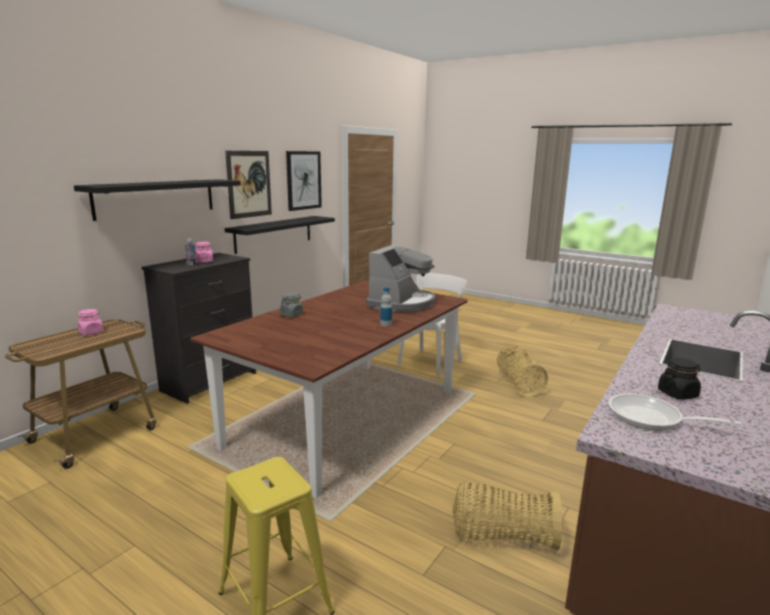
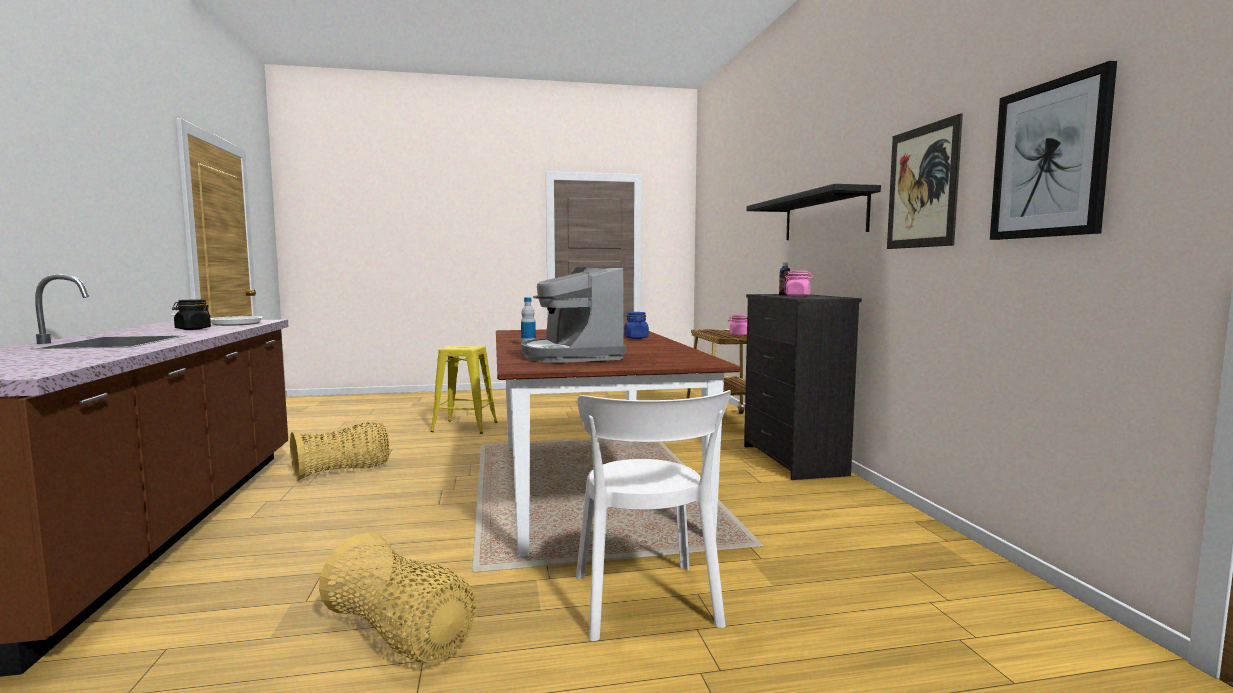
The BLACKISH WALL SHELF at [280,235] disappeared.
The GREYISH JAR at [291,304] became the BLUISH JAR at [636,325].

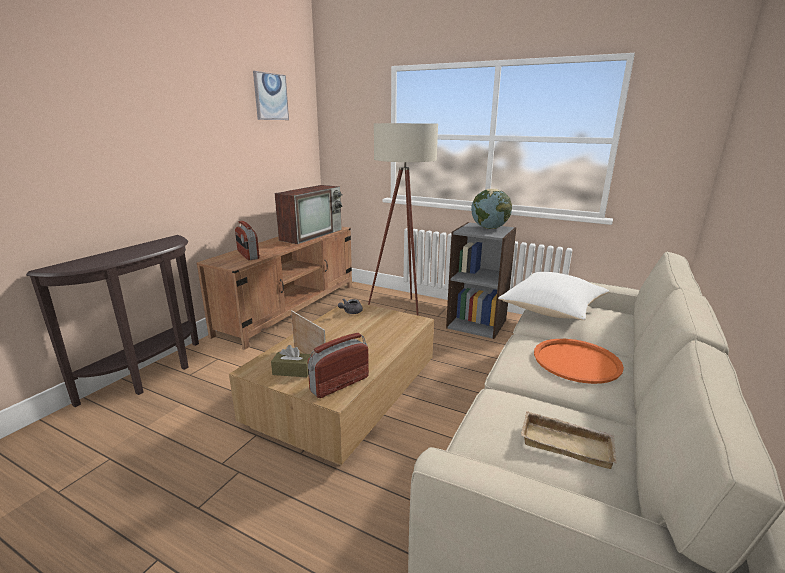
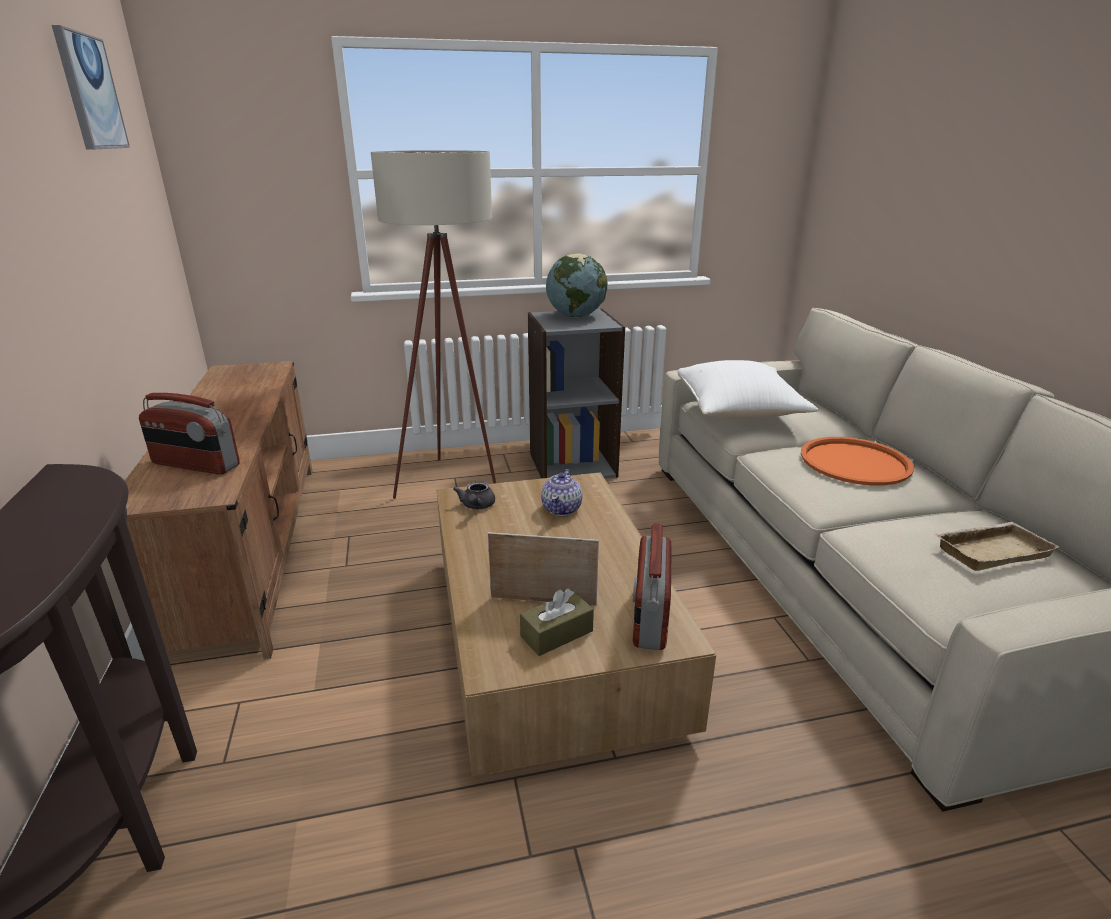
The TV SET at [309,214] disappeared.
The TEA POT at [562,492] appeared.

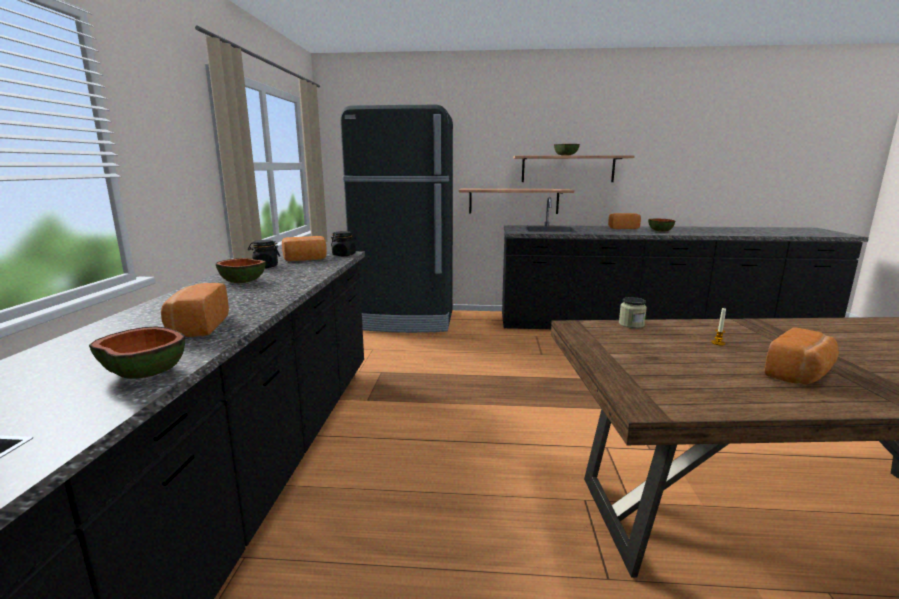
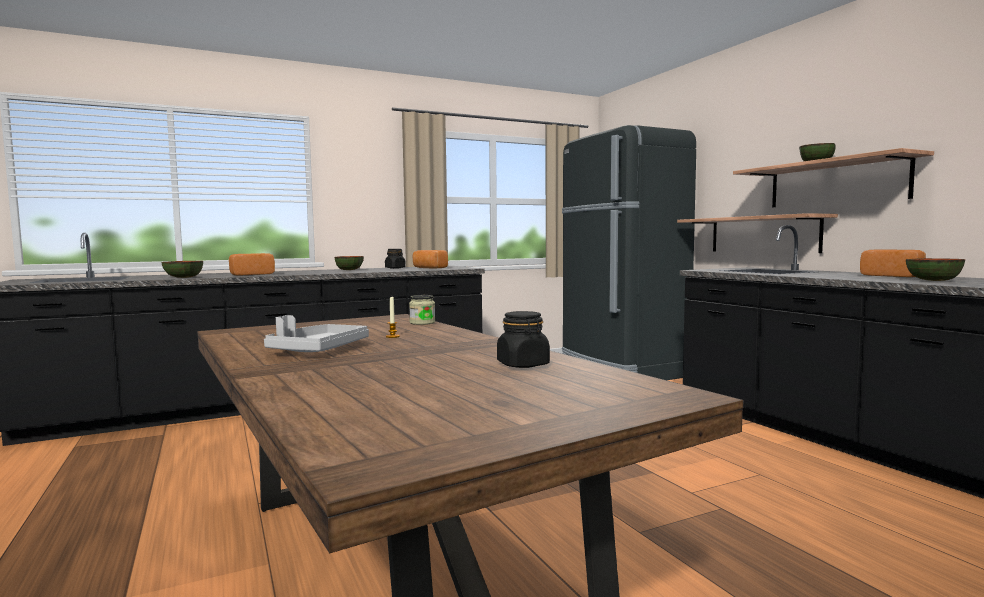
The BLACKISH JAR moved from [343,243] to [523,339].
The BREAD at [801,356] was replaced by the GREYISH CARRYING TRAY at [316,333].

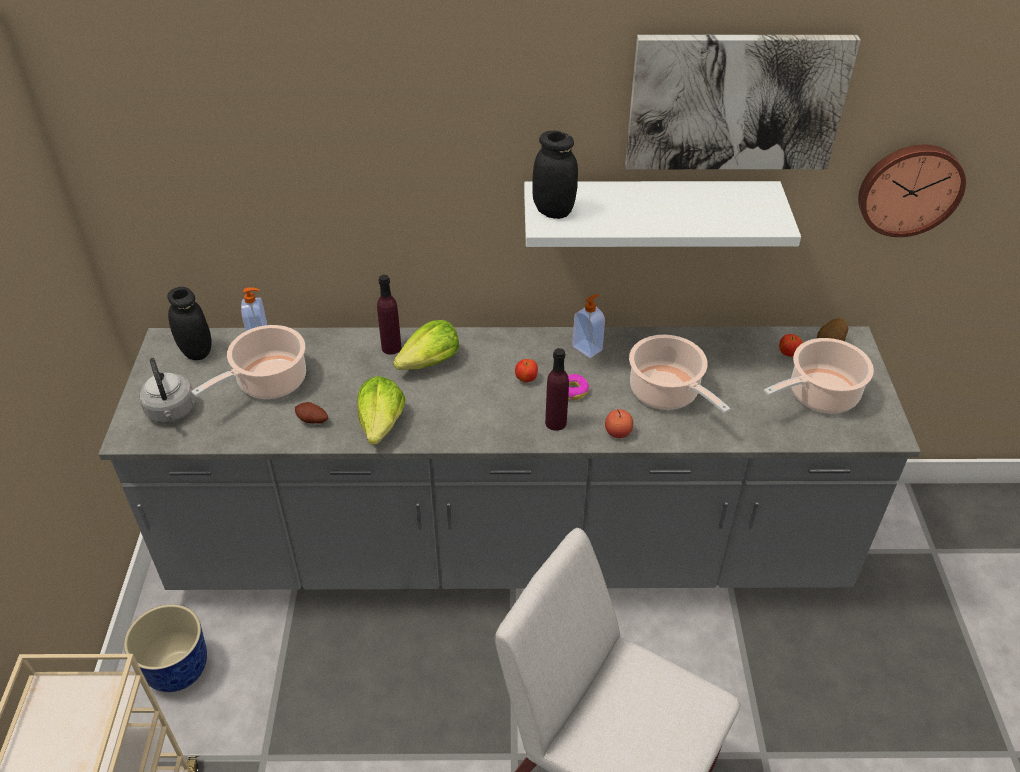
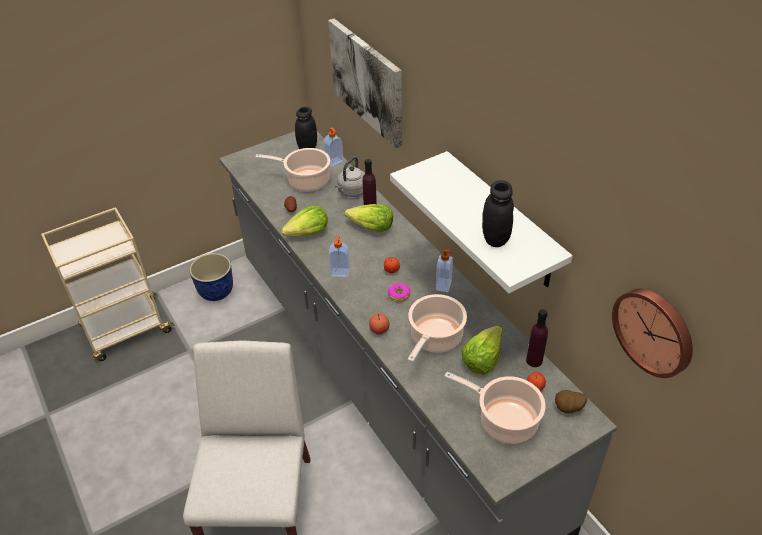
The WALL ART moved from [743,102] to [365,83].
The BLACKISH JAR moved from [555,175] to [498,213].
The PURPLE BOTTLE moved from [557,389] to [537,338].
The GREYISH TEA KETTLE moved from [167,390] to [350,177].
The SOAP BOTTLE at [339,257] appeared.
The LETTUCE HEAD at [482,350] appeared.

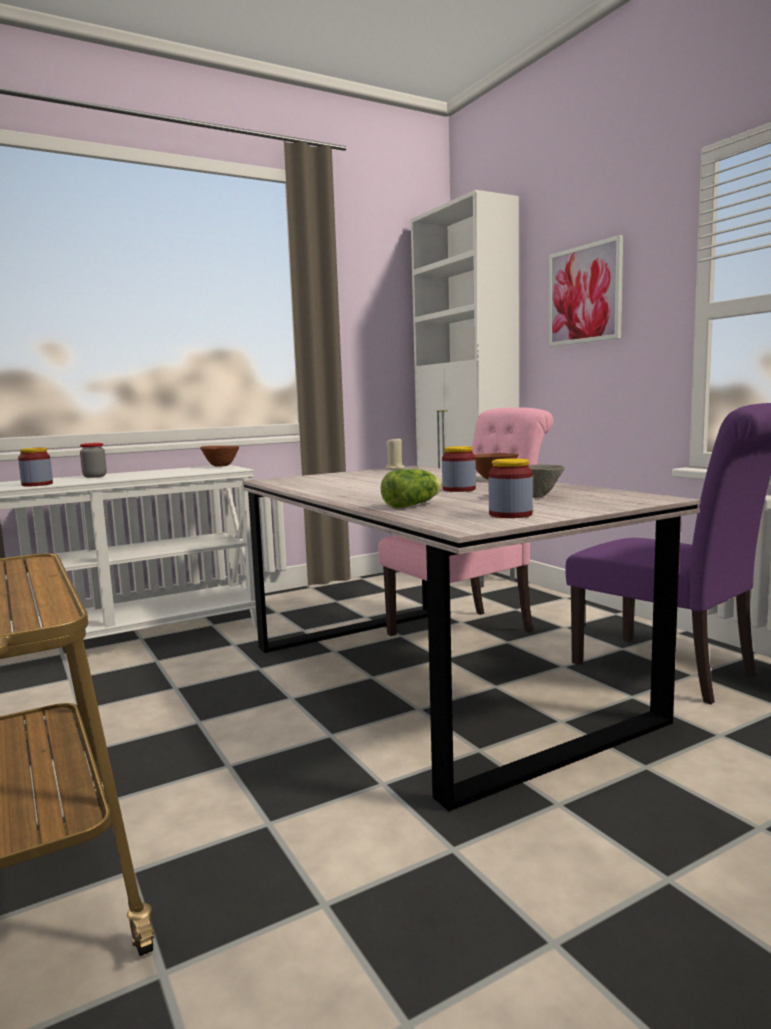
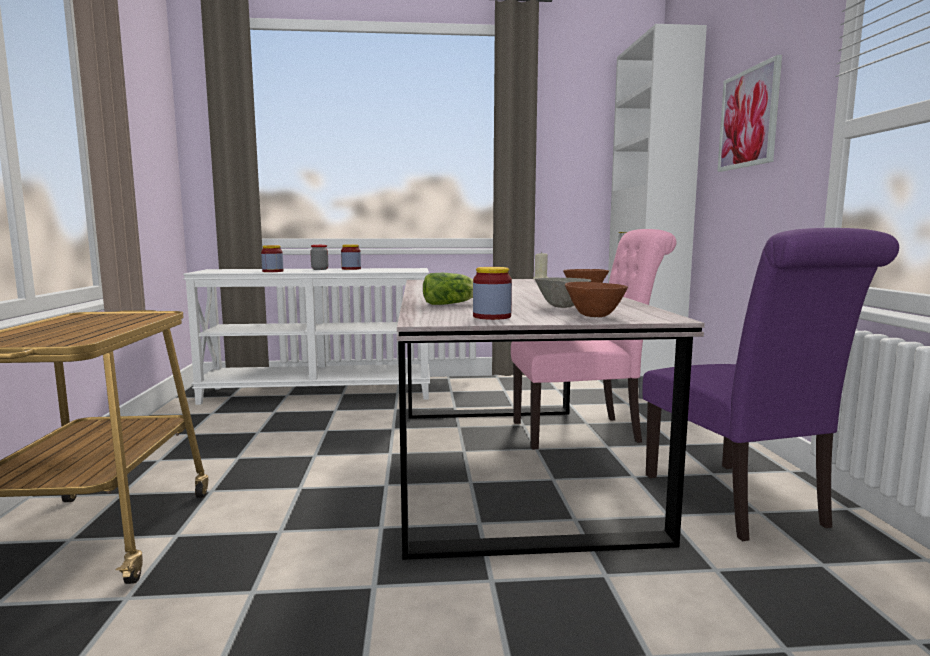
The BROWN-COLOURED DEEP DISH moved from [219,456] to [596,299].
The JAR moved from [459,469] to [351,257].

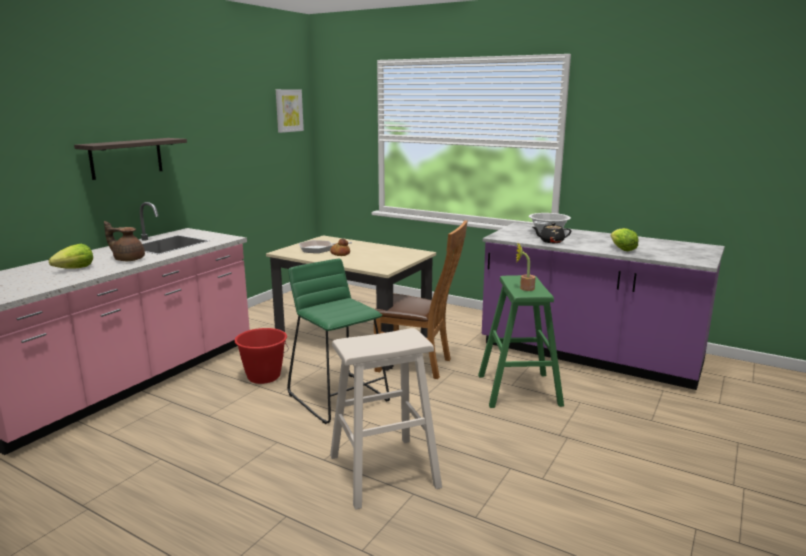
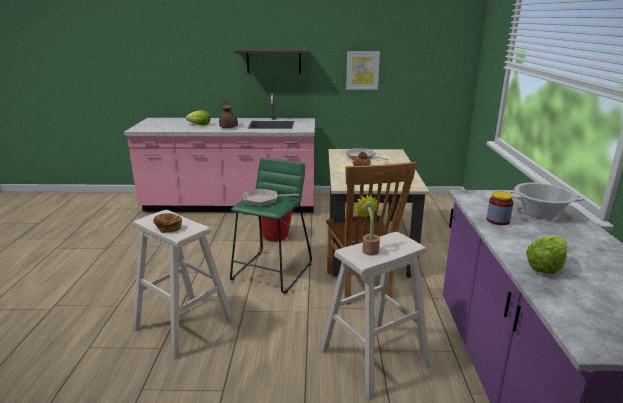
The WALL ART moved from [290,111] to [363,70].
The BLACKISH TEA POT at [552,233] was replaced by the JAR at [500,208].
The GREEN SITTING STOOL at [521,341] became the BEIGE SITTING STOOL at [375,316].
The PAN at [271,198] appeared.
The BREAD at [167,223] appeared.

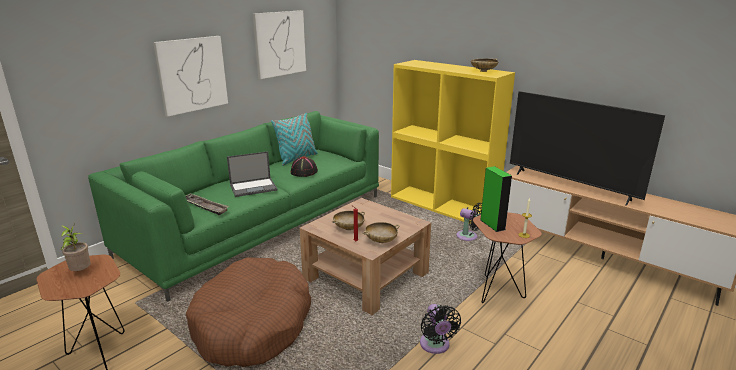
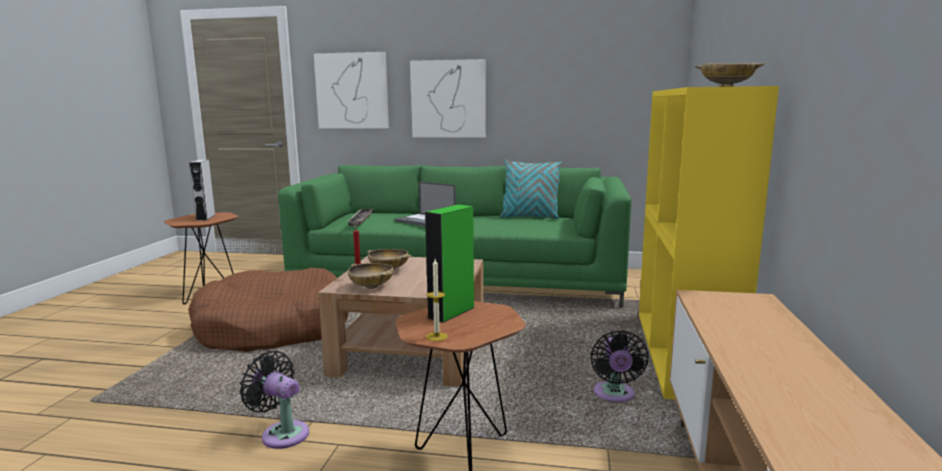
The WALL ART moved from [279,44] to [351,90].
The TV SET at [587,148] disappeared.
The BLACKISH HAT at [304,166] disappeared.
The POTTED PLANT at [76,247] was replaced by the GREYISH SPEAKER at [202,190].
The BLACKISH FAN at [440,329] turned 75 degrees clockwise.

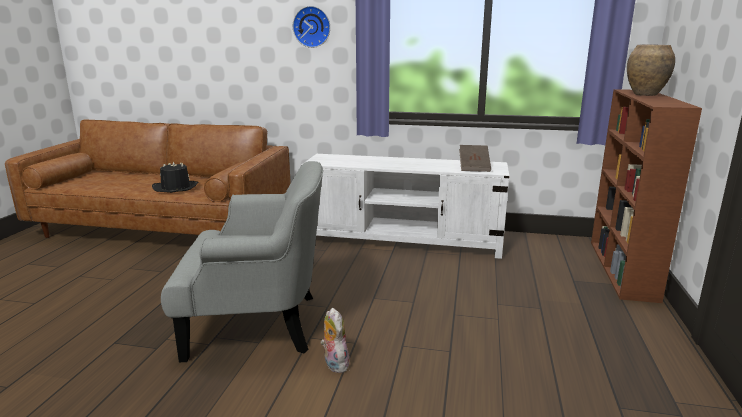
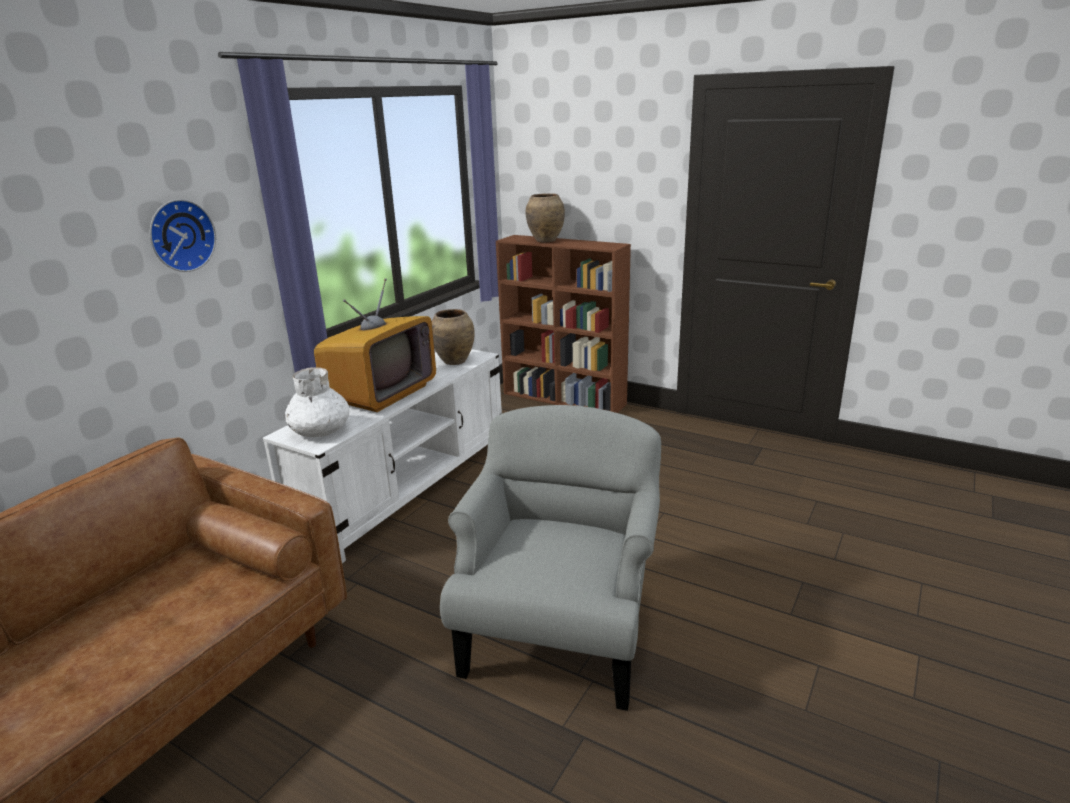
The BROWN-COLOURED BOUND BOOK at [475,158] was replaced by the BROWN-COLOURED FLOWER VASE at [453,337].
The BLACKISH HAT at [175,177] disappeared.
The SOFT TOY at [334,340] disappeared.
The TV SET at [375,345] appeared.
The WHITISH FLOWER VASE at [317,402] appeared.

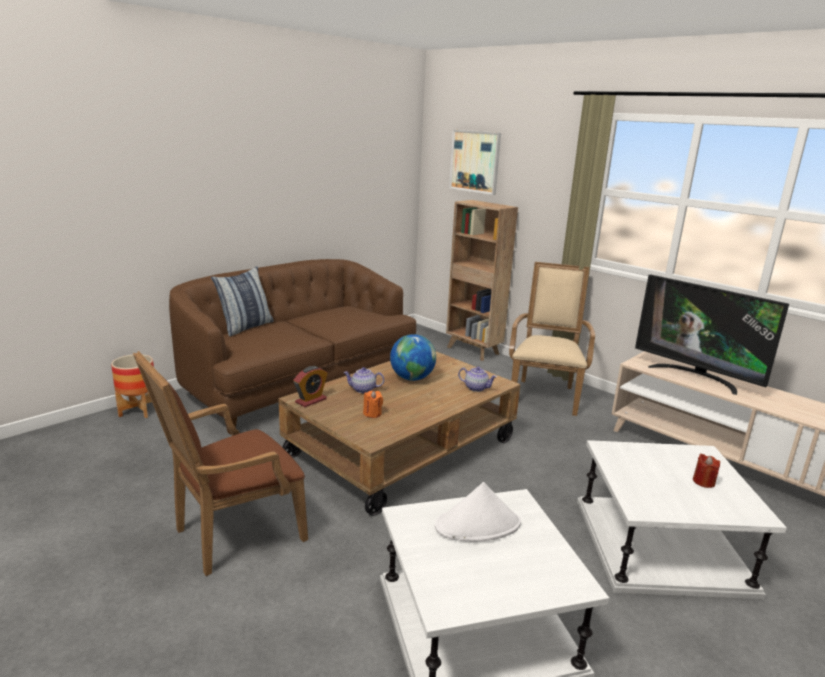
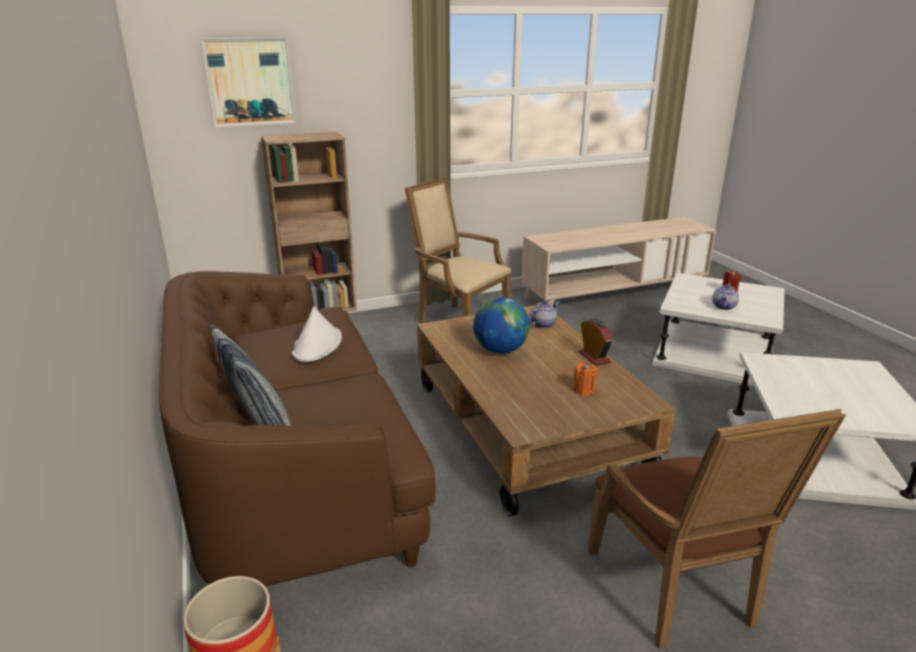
The TV SET at [712,334] disappeared.
The BEDSIDE CLOCK moved from [310,386] to [595,342].
The TEA POT moved from [363,380] to [725,296].
The WHITISH HAT moved from [478,512] to [317,334].

